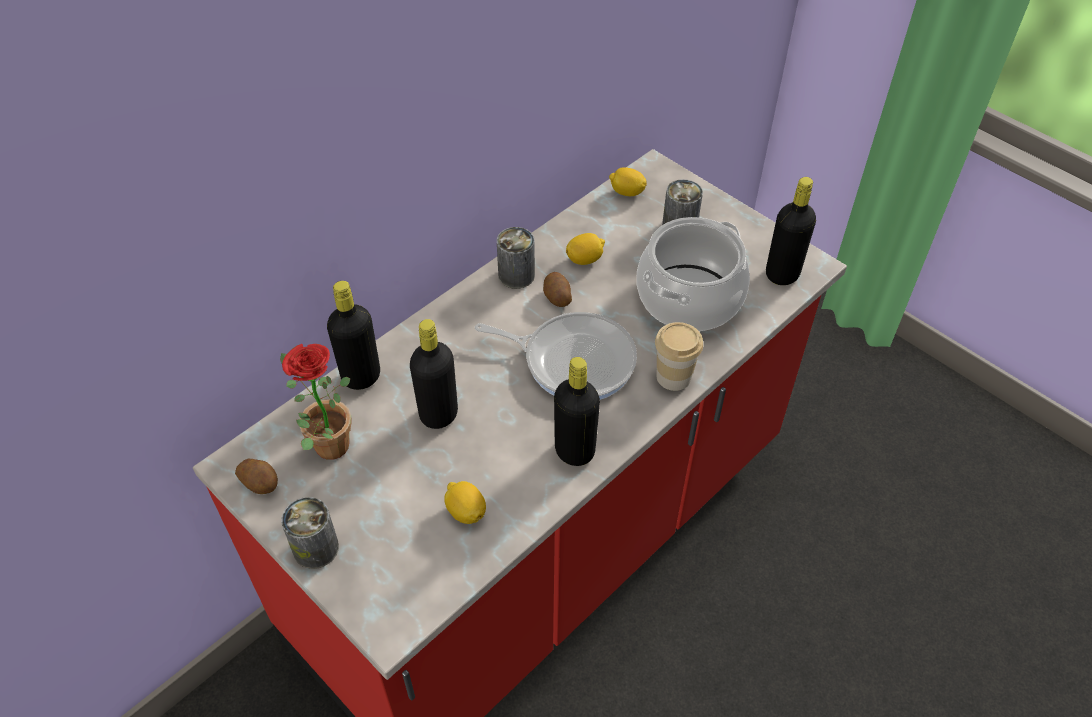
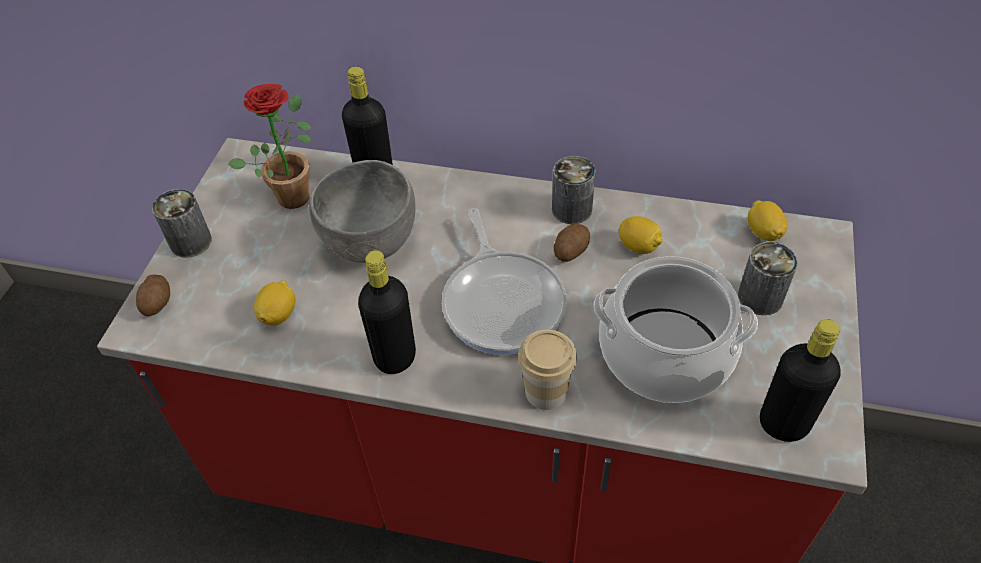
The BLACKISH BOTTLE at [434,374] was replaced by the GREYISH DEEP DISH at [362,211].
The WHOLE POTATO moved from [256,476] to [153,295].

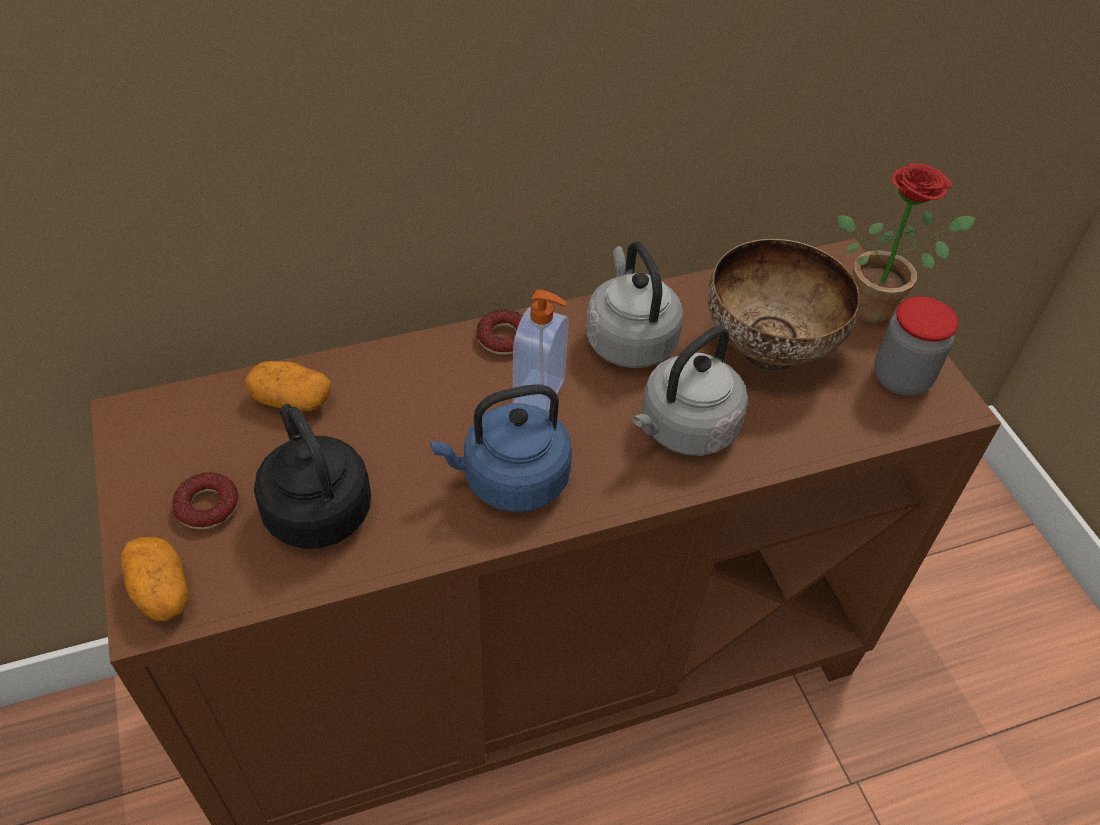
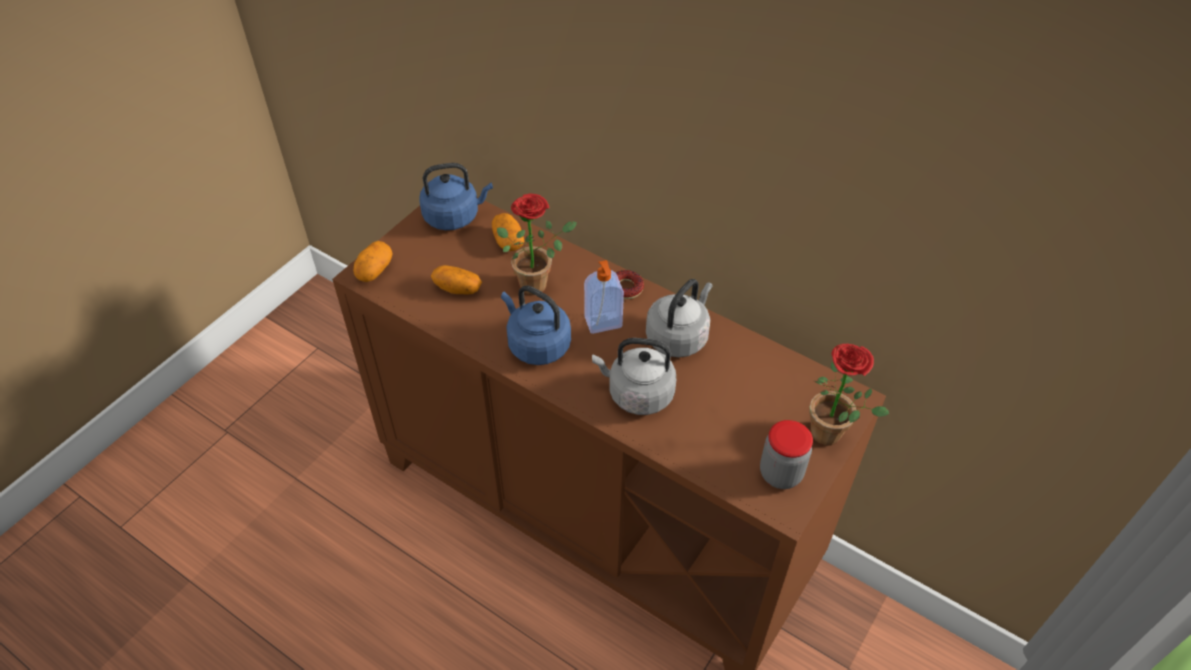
The DEEP DISH at [784,305] disappeared.
The BLACKISH TEA KETTLE at [312,476] was replaced by the WHOLE POTATO at [456,280].
The DOUGHNUT at [205,501] disappeared.
The BLUISH TEA KETTLE at [456,196] appeared.
The POTTED PLANT at [537,244] appeared.

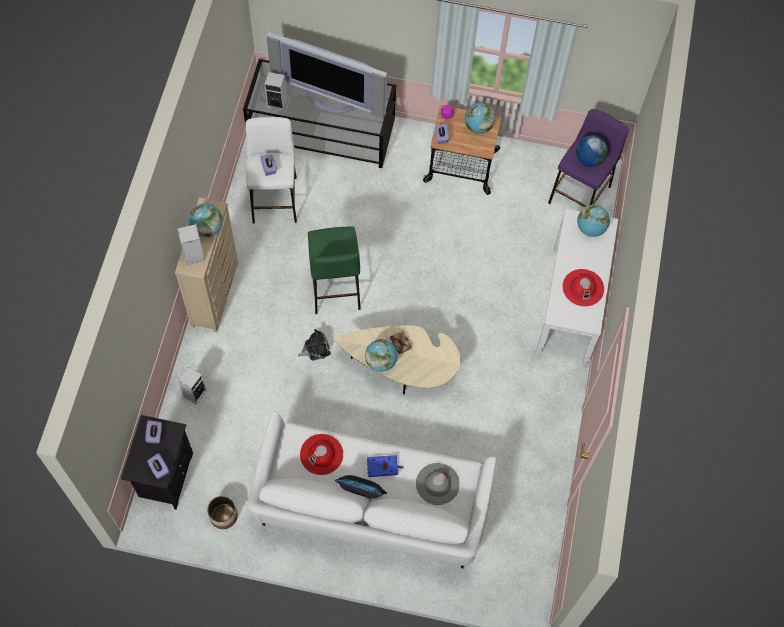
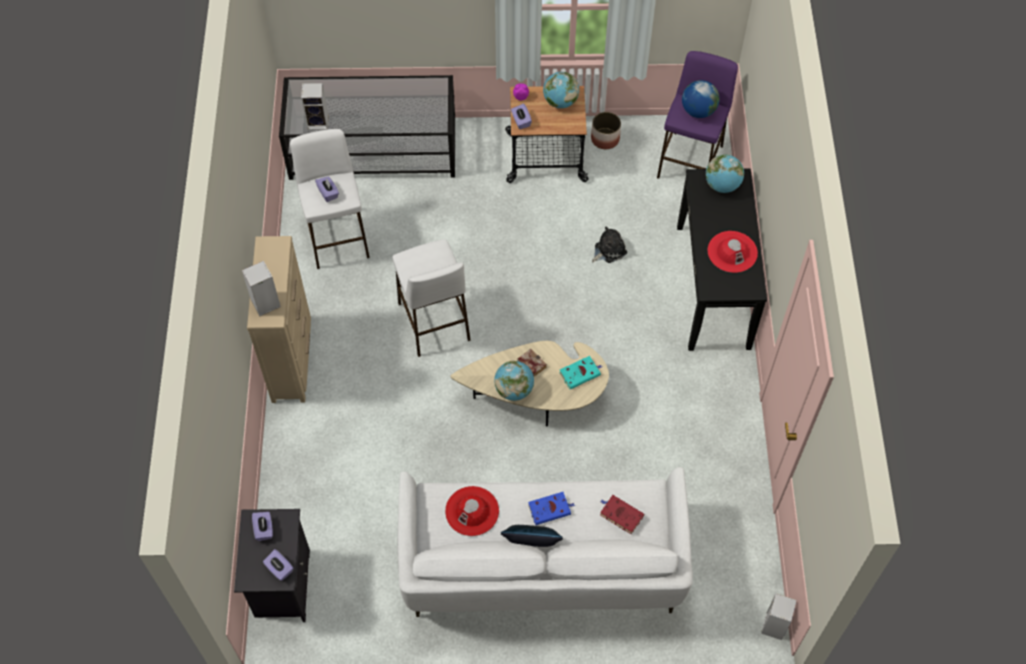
The TV SET at [327,75] disappeared.
The GLOBE at [206,220] disappeared.
The WHITISH NARROW TABLE at [576,288] became the BLACKISH NARROW TABLE at [722,259].
The GREEN SITTING STOOL at [334,270] became the WHITISH SITTING STOOL at [431,298].
The SOFT TOY moved from [314,344] to [609,245].
The SPEAKER moved from [192,386] to [779,616].
The GREYISH HAT at [438,484] was replaced by the RED BOUND BOOK at [622,514].
The PLANT POT moved from [222,512] to [606,130].
The TURQUOISE BOUND BOOK at [580,372] appeared.

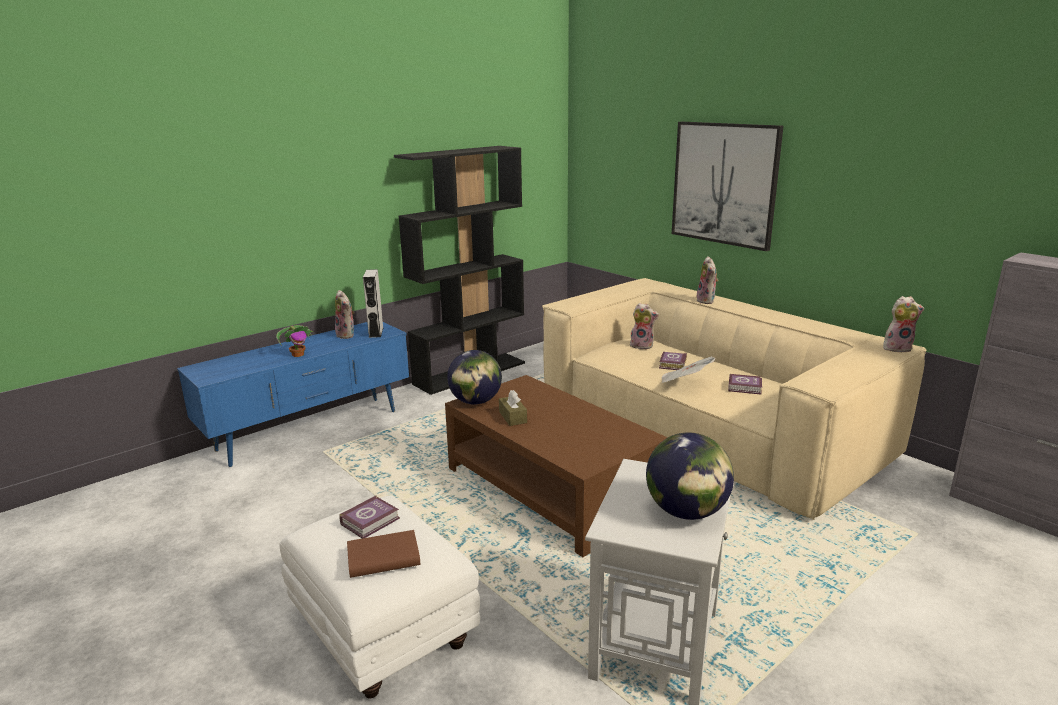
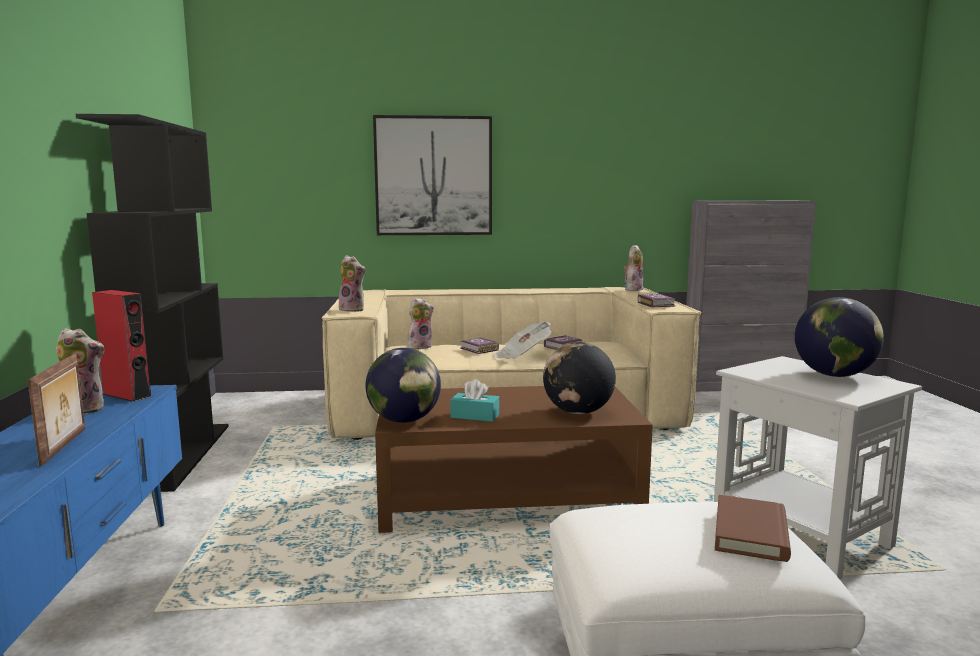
The SOFT TOY moved from [708,280] to [352,283].
The GREYISH SPEAKER at [373,303] became the RED SPEAKER at [122,346].
The POTTED PLANT at [295,341] was replaced by the STANDING FRAME at [56,410].
The BROWN-COLOURED TISSUE BOX at [513,408] became the TURQUOISE TISSUE BOX at [474,400].
The BOUND BOOK moved from [369,517] to [656,300].
The GLOBE at [579,378] appeared.

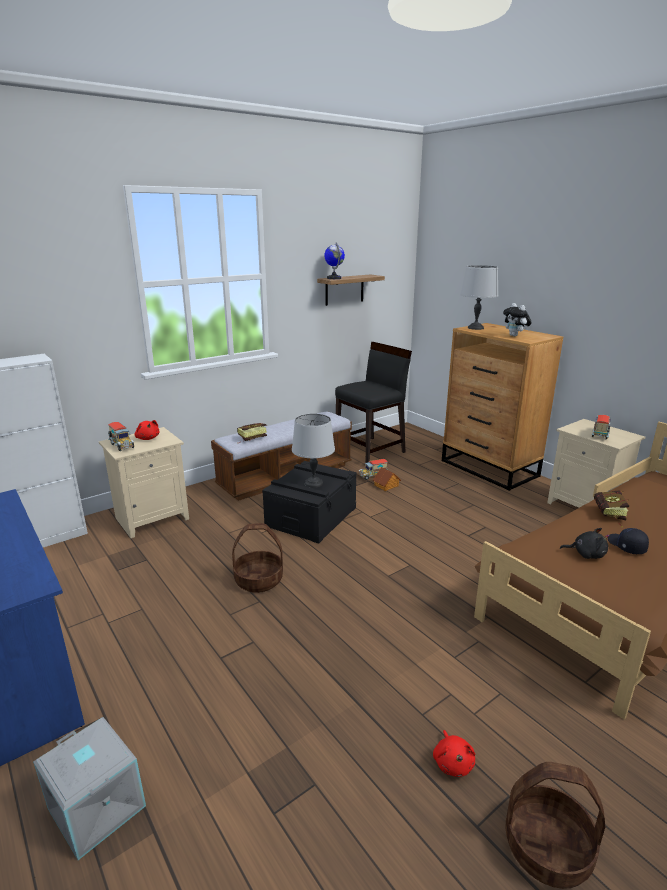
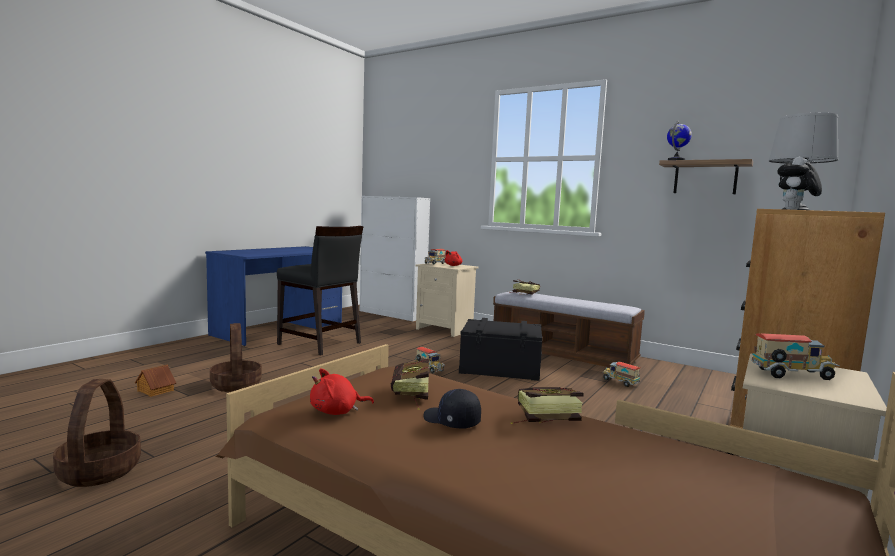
The BLACKISH PLAIN CHAIR moved from [373,402] to [320,291].
The GREYISH TABLE LAMP at [313,451] disappeared.
The MODEL HOUSE moved from [387,479] to [155,380].
The BASKET moved from [257,558] to [236,357].
The BLACKISH SOFT TOY at [585,543] was replaced by the BOUND BOOK at [411,384].
The BLACKISH PEAKED CAP at [628,541] turned 105 degrees counterclockwise.
The GREYISH STORAGE BOX at [89,788] disappeared.
The RED SOFT TOY moved from [454,753] to [342,391].
The MODEL TRUCK at [430,360] appeared.

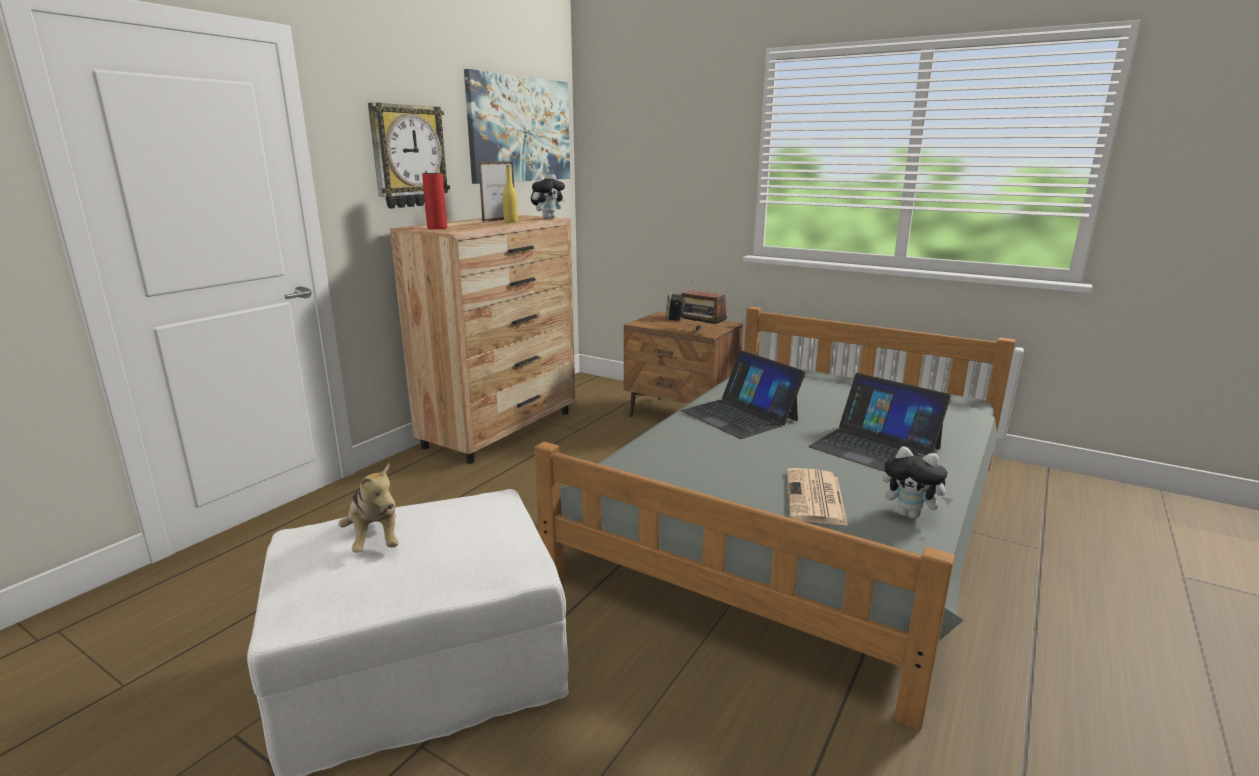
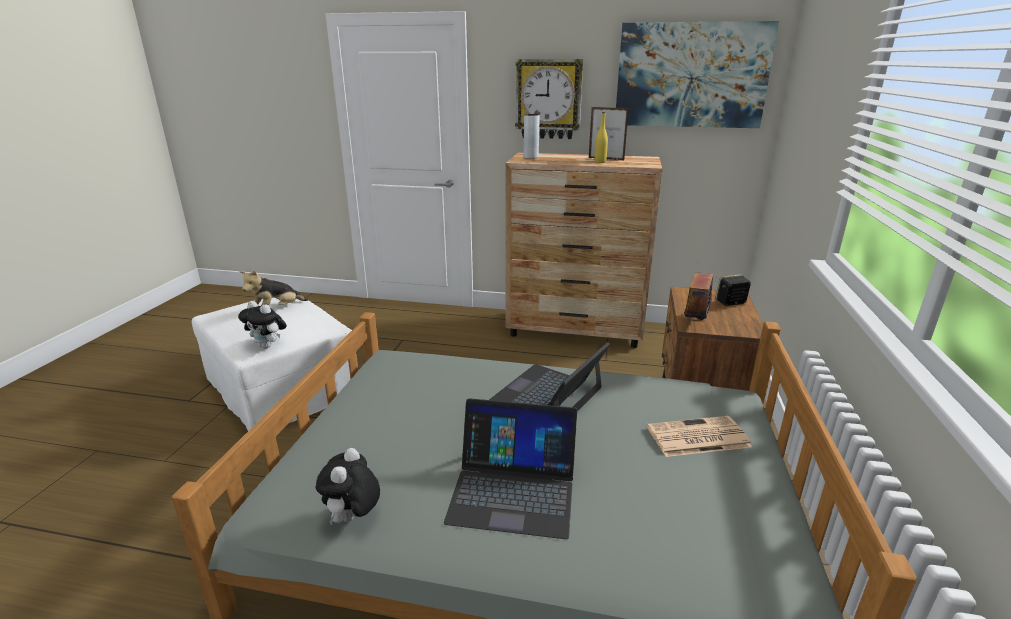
The RED FLOWER VASE at [434,201] became the GREYISH FLOWER VASE at [532,136].
The SOFT TOY moved from [548,196] to [262,325].
The PORTABLE COMPUTER at [879,422] turned 105 degrees counterclockwise.
The NEWSPAPER moved from [817,497] to [699,436].

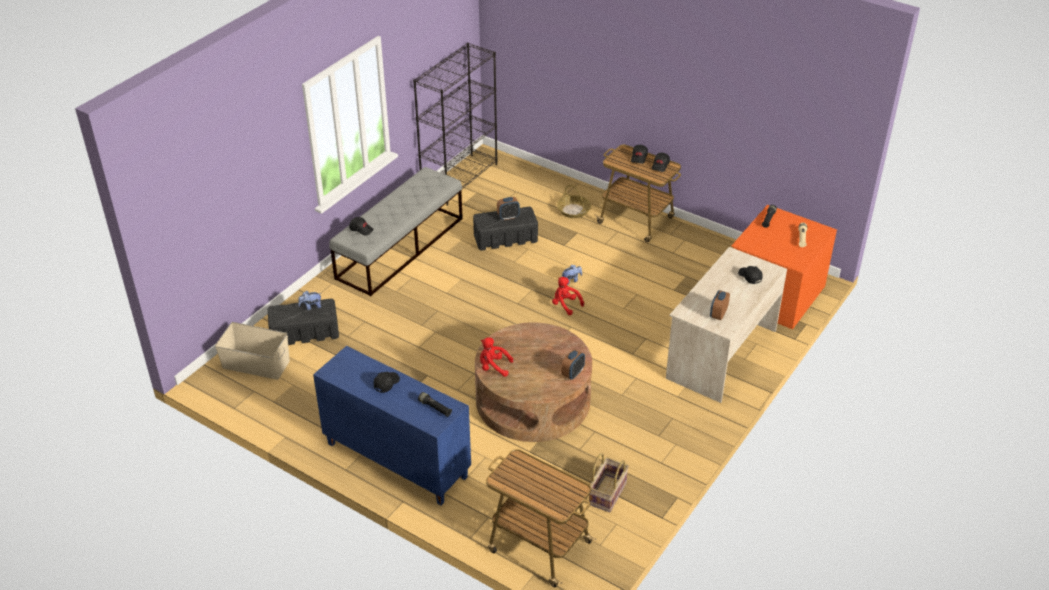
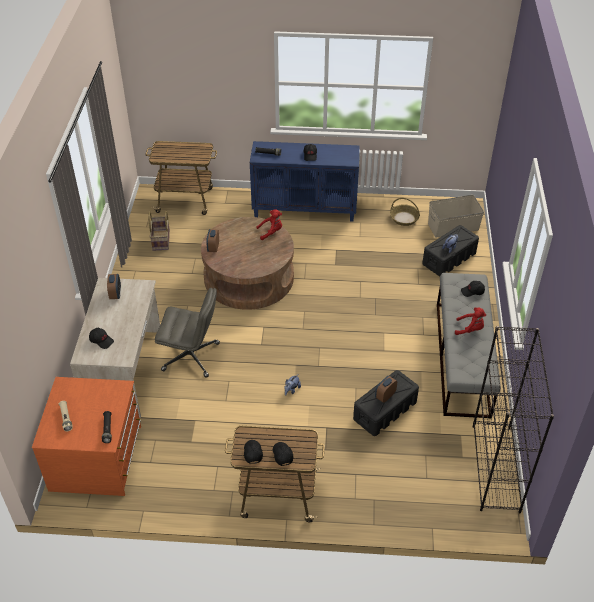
The BASKET moved from [574,201] to [405,212].
The RED SOFT TOY moved from [568,296] to [470,321].
The GREYISH DESK CHAIR at [187,332] appeared.

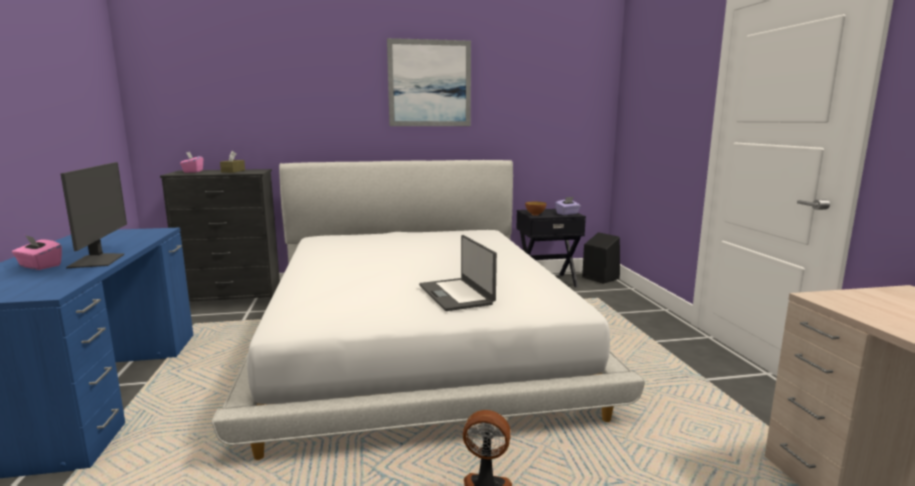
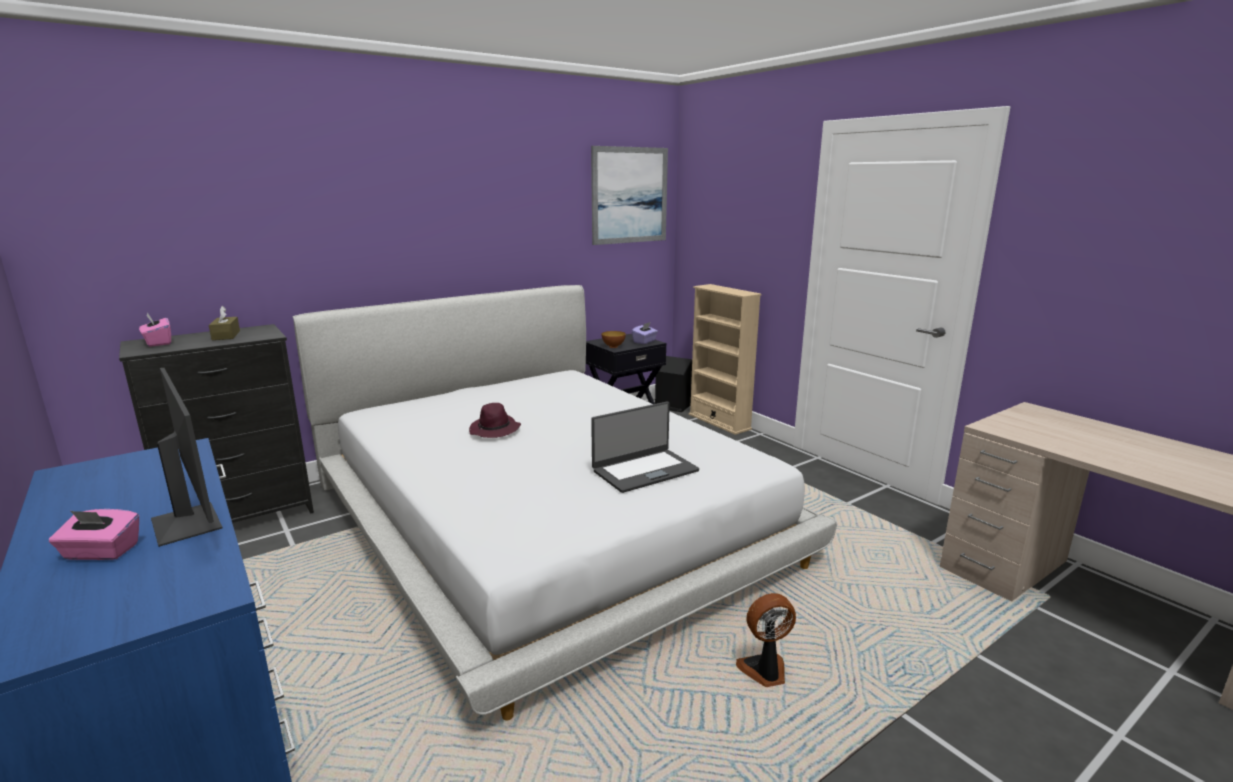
The WALL ART moved from [429,82] to [629,195].
The PORTABLE COMPUTER at [458,273] turned 75 degrees counterclockwise.
The BEIGE SHELVING UNIT at [725,359] appeared.
The PURPLE HAT at [495,420] appeared.

